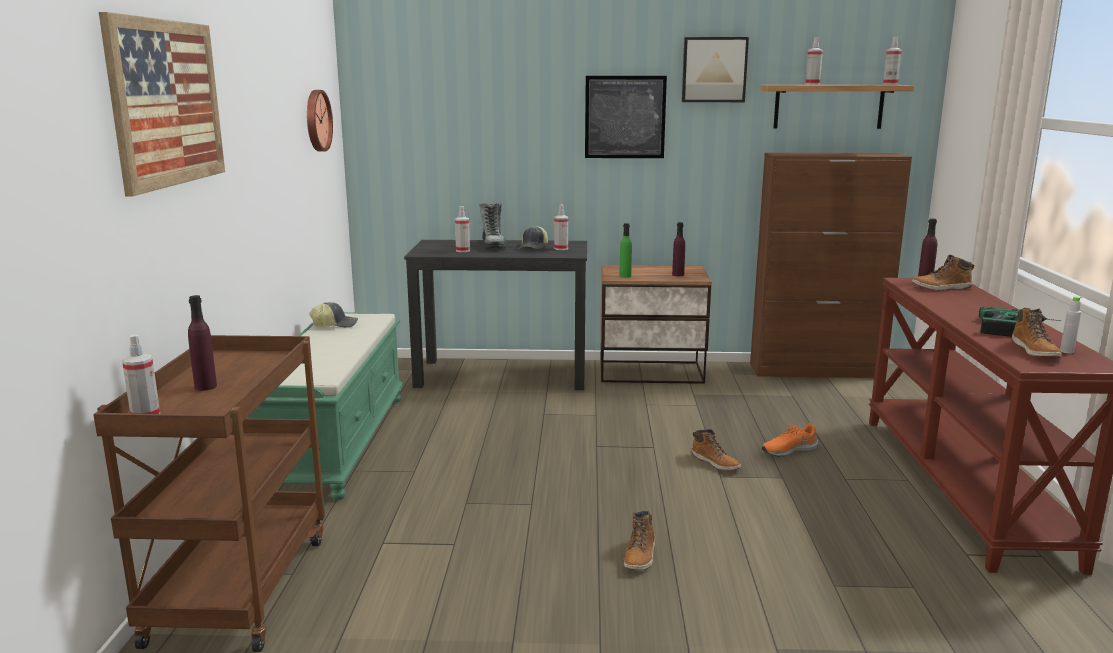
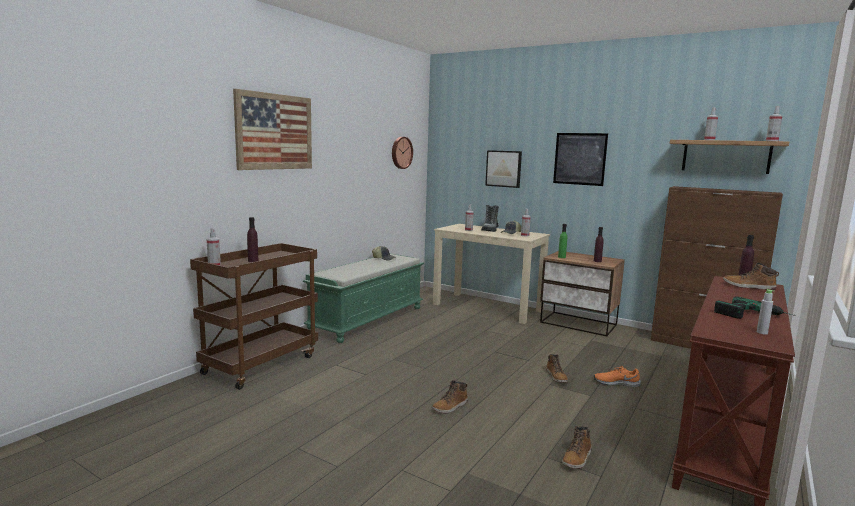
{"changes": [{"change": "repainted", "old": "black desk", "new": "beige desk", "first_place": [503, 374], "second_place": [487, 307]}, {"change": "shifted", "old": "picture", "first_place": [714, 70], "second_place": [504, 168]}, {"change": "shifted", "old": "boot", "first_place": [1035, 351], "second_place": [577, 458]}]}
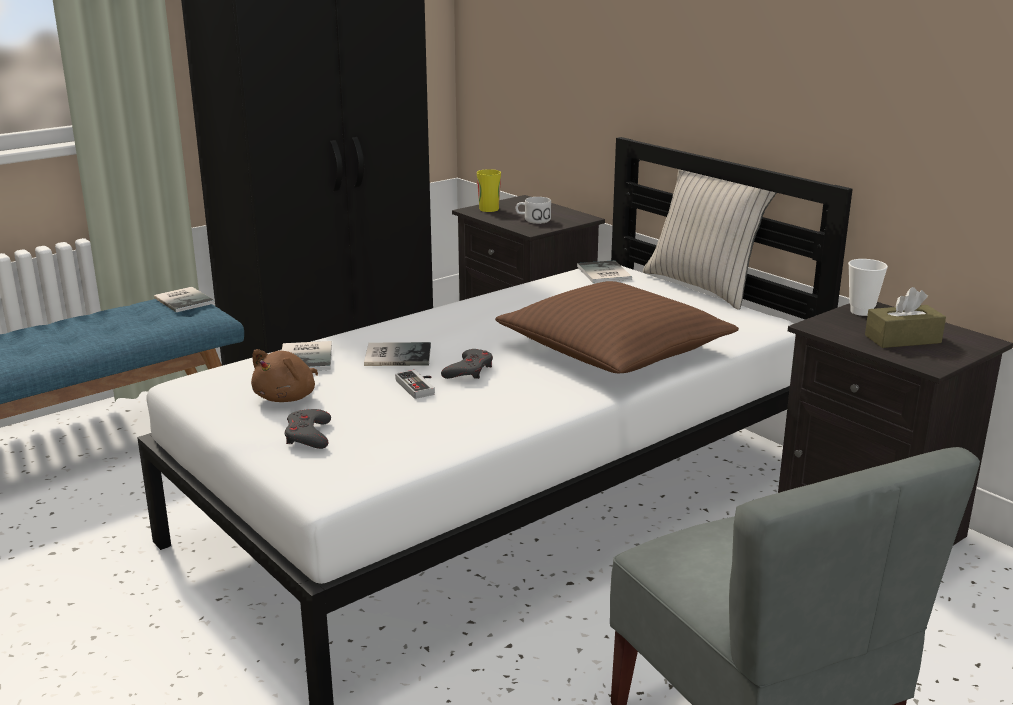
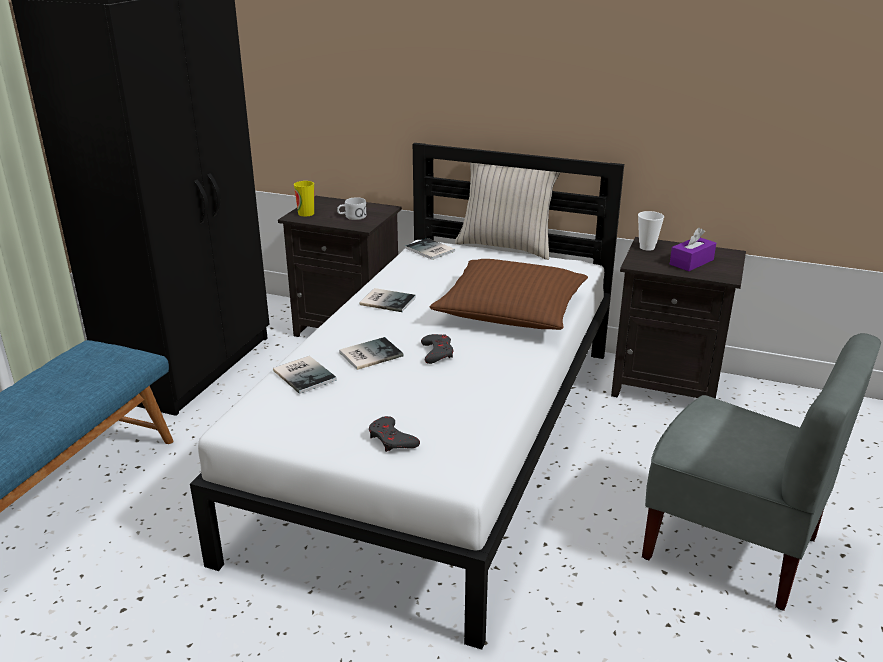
{"changes": [{"change": "shifted", "old": "book", "first_place": [185, 300], "second_place": [387, 300]}, {"change": "gone", "old": "brown plush toy", "first_place": [287, 397]}, {"change": "gone", "old": "game controller", "first_place": [419, 386]}, {"change": "repainted", "old": "brown tissue box", "new": "purple tissue box", "first_place": [902, 339], "second_place": [691, 262]}]}
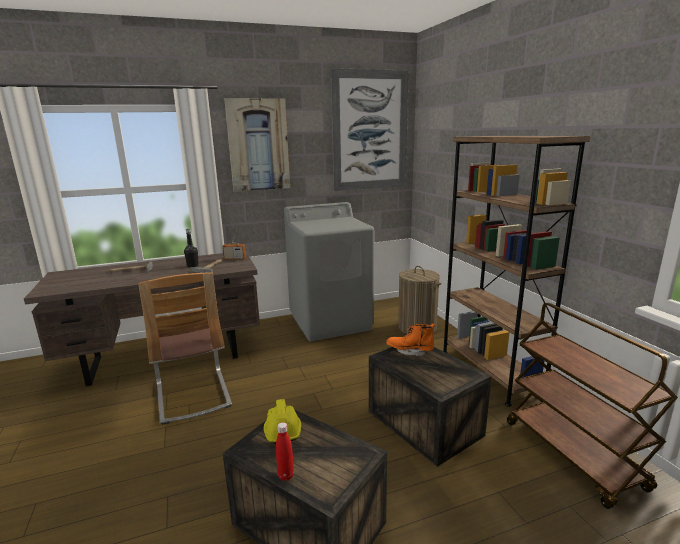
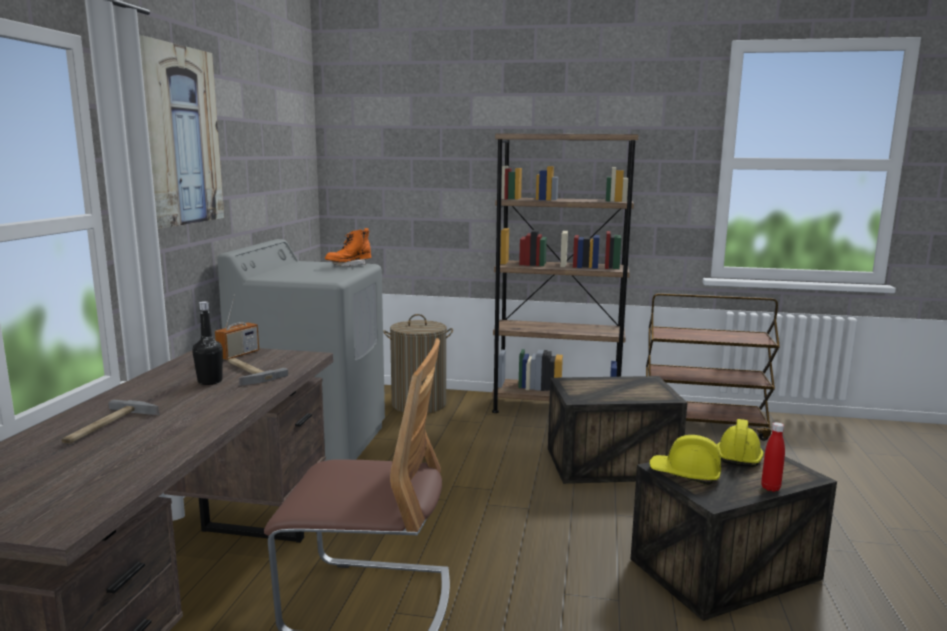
{"changes": [{"change": "gone", "old": "picture", "first_place": [370, 131]}, {"change": "shifted", "old": "orange boot", "first_place": [410, 351], "second_place": [349, 266]}, {"change": "new", "new": "yellow hard hat", "second_place": [738, 455]}]}
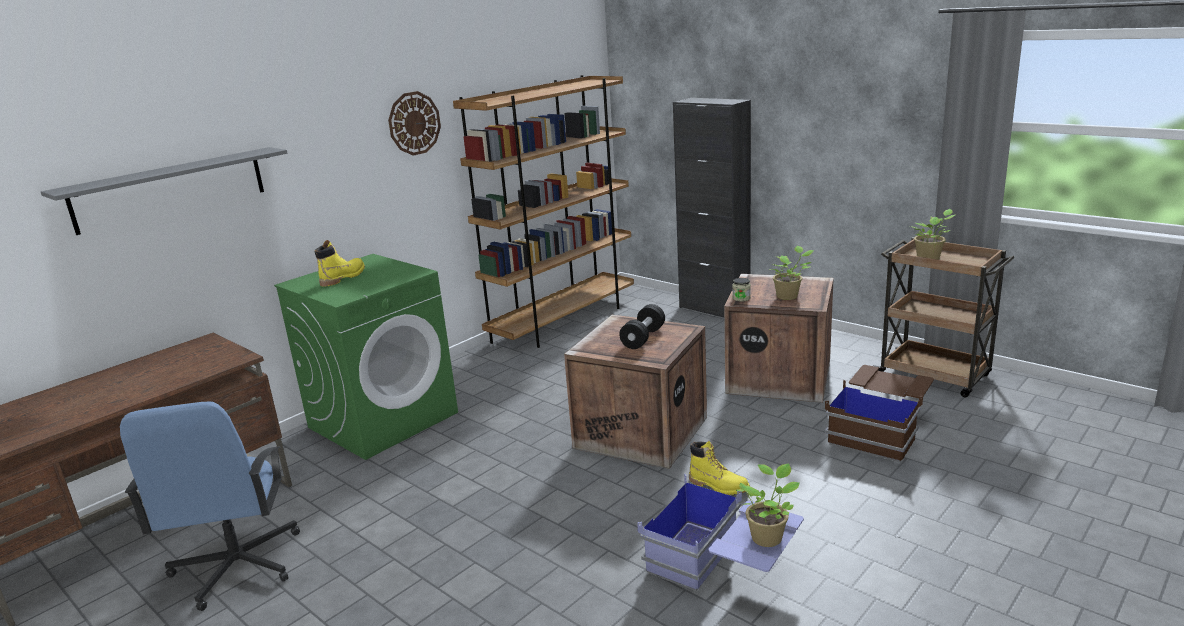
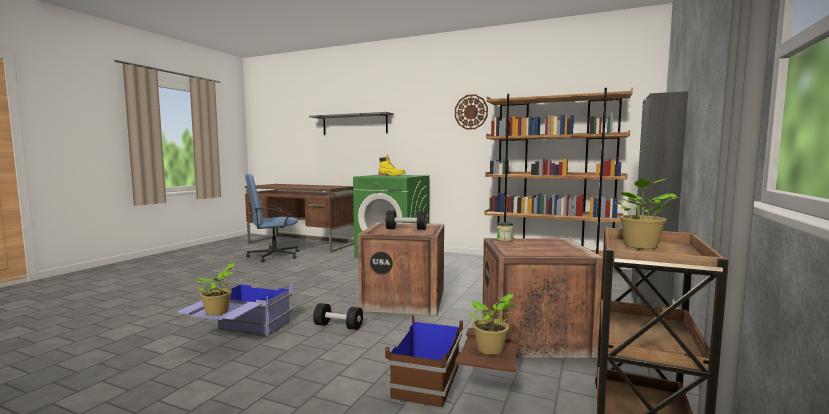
{"changes": [{"change": "swapped", "old": "yellow boot", "new": "black dumbbell", "first_place": [718, 486], "second_place": [338, 326]}, {"change": "shifted", "old": "potted plant", "first_place": [789, 296], "second_place": [491, 350]}]}
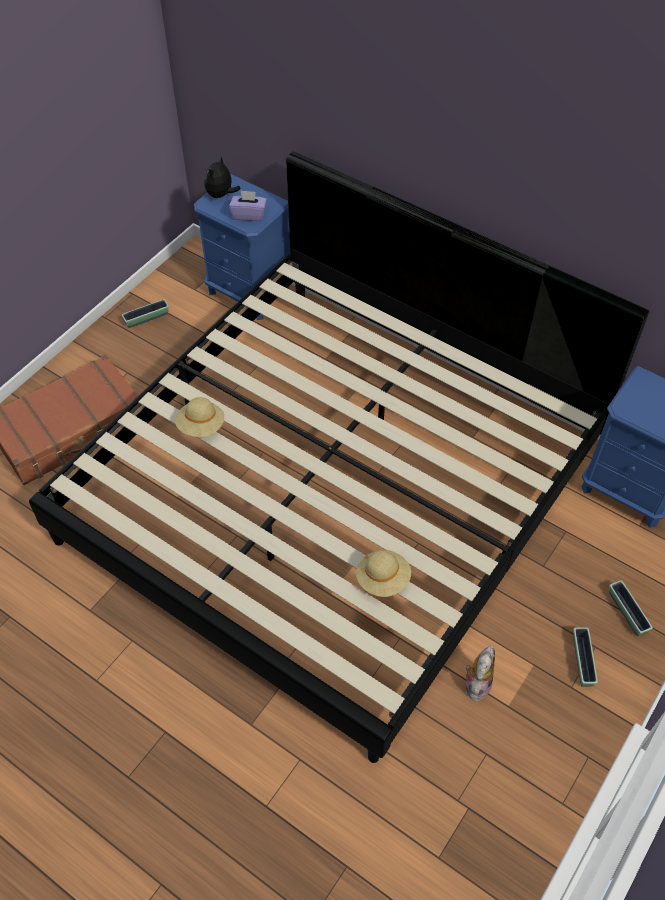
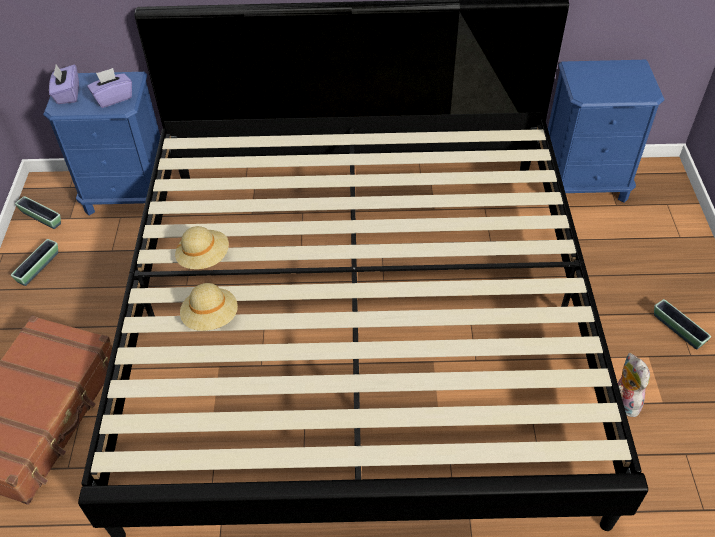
{"changes": [{"change": "swapped", "old": "plush toy", "new": "purple tissue box", "first_place": [221, 195], "second_place": [67, 94]}, {"change": "shifted", "old": "beige hat", "first_place": [383, 579], "second_place": [204, 258]}, {"change": "shifted", "old": "planter", "first_place": [627, 612], "second_place": [41, 218]}]}
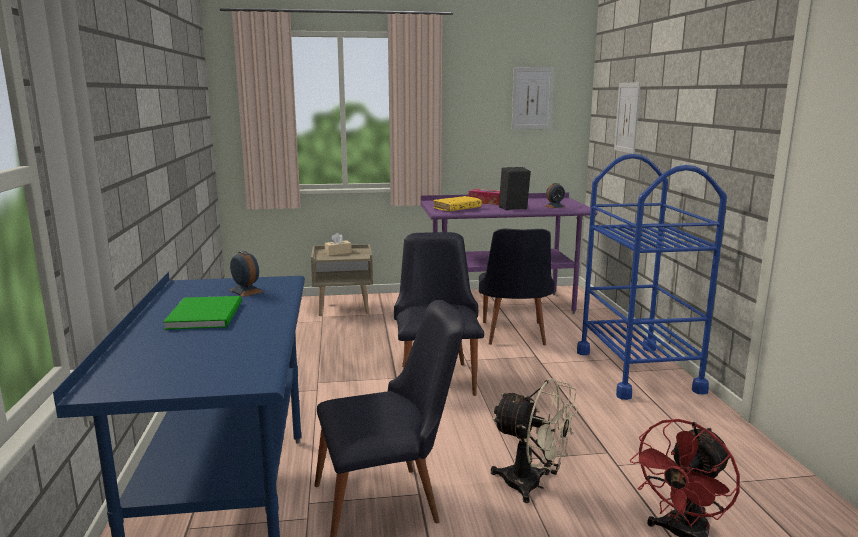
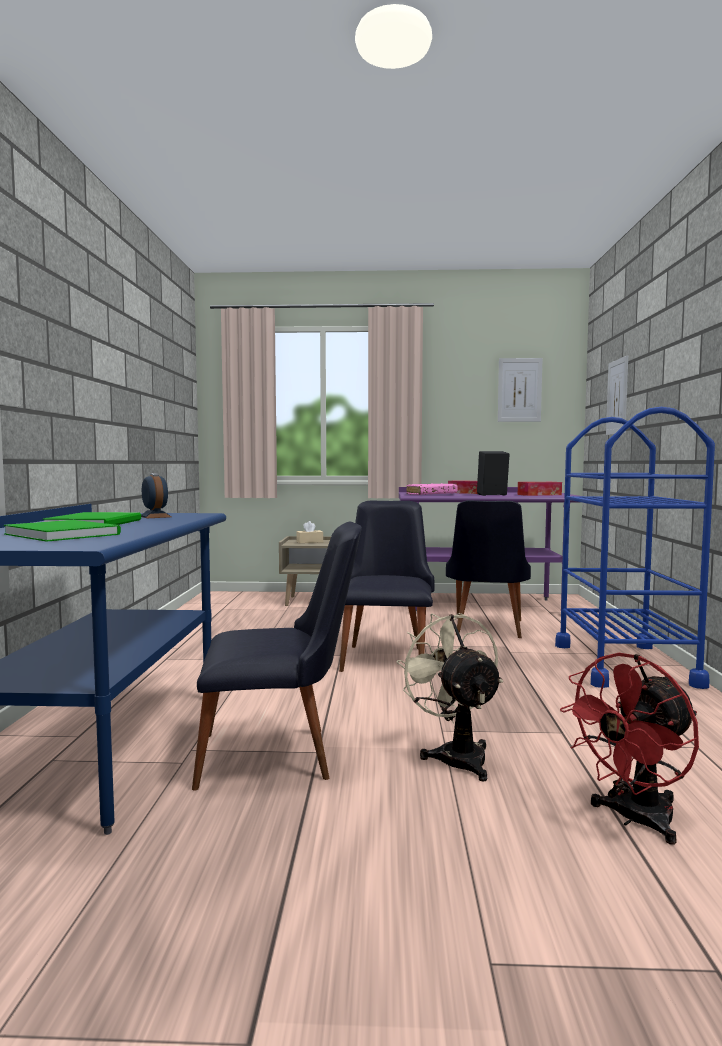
{"changes": [{"change": "repainted", "old": "yellow book", "new": "pink book", "first_place": [457, 209], "second_place": [431, 494]}, {"change": "rotated", "old": "beige fan", "first_place": [532, 485], "second_place": [456, 755], "degrees": -150}, {"change": "swapped", "old": "alarm clock", "new": "tissue box", "first_place": [554, 206], "second_place": [539, 495]}, {"change": "new", "new": "green book", "second_place": [63, 534]}]}
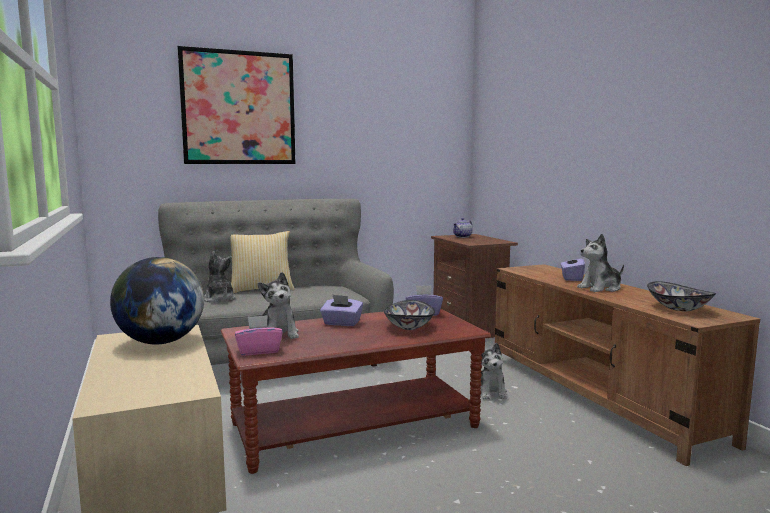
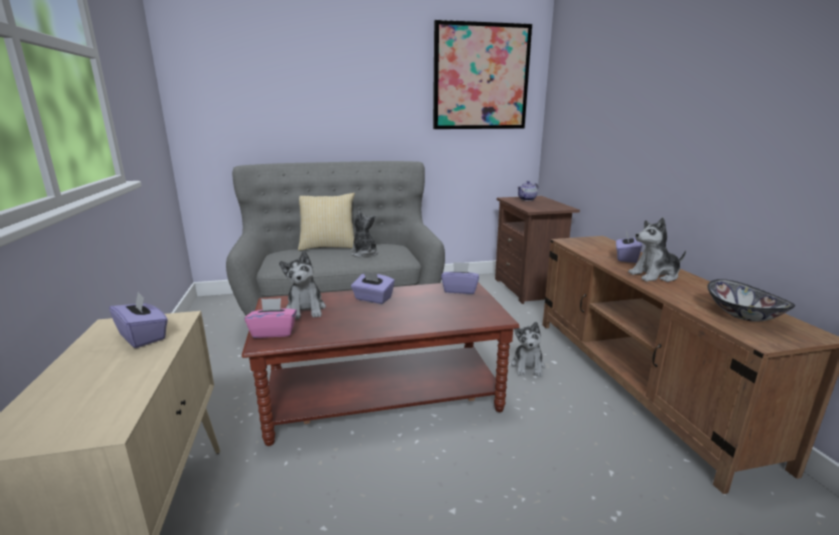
{"changes": [{"change": "swapped", "old": "globe", "new": "purple tissue box", "first_place": [160, 342], "second_place": [143, 336]}, {"change": "shifted", "old": "picture", "first_place": [238, 108], "second_place": [481, 77]}, {"change": "shifted", "old": "plush toy", "first_place": [219, 299], "second_place": [364, 253]}, {"change": "gone", "old": "bowl", "first_place": [408, 326]}]}
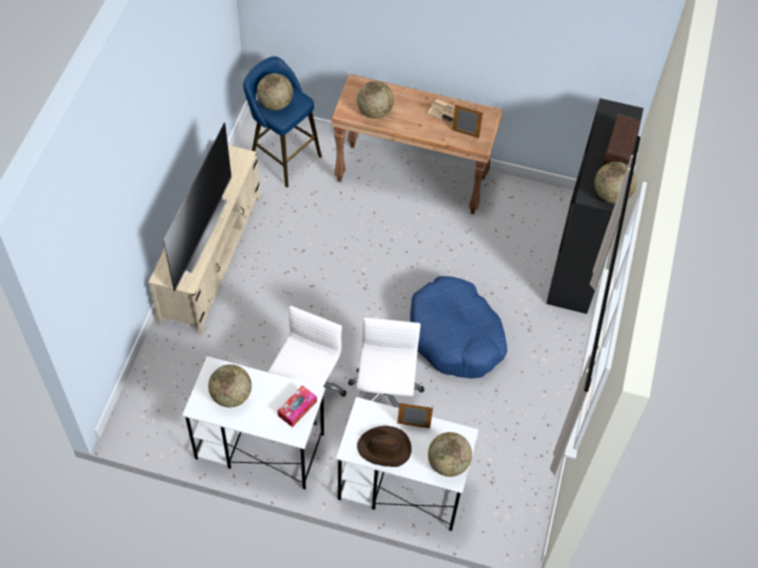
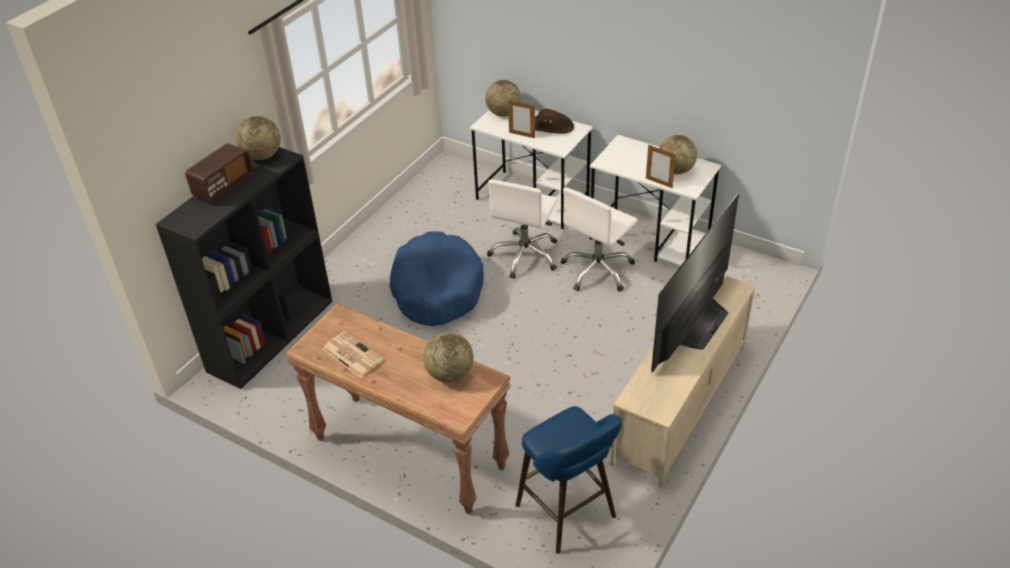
{"changes": [{"change": "gone", "old": "globe", "first_place": [275, 104]}, {"change": "gone", "old": "tissue box", "first_place": [297, 409]}, {"change": "shifted", "old": "picture frame", "first_place": [465, 134], "second_place": [659, 183]}]}
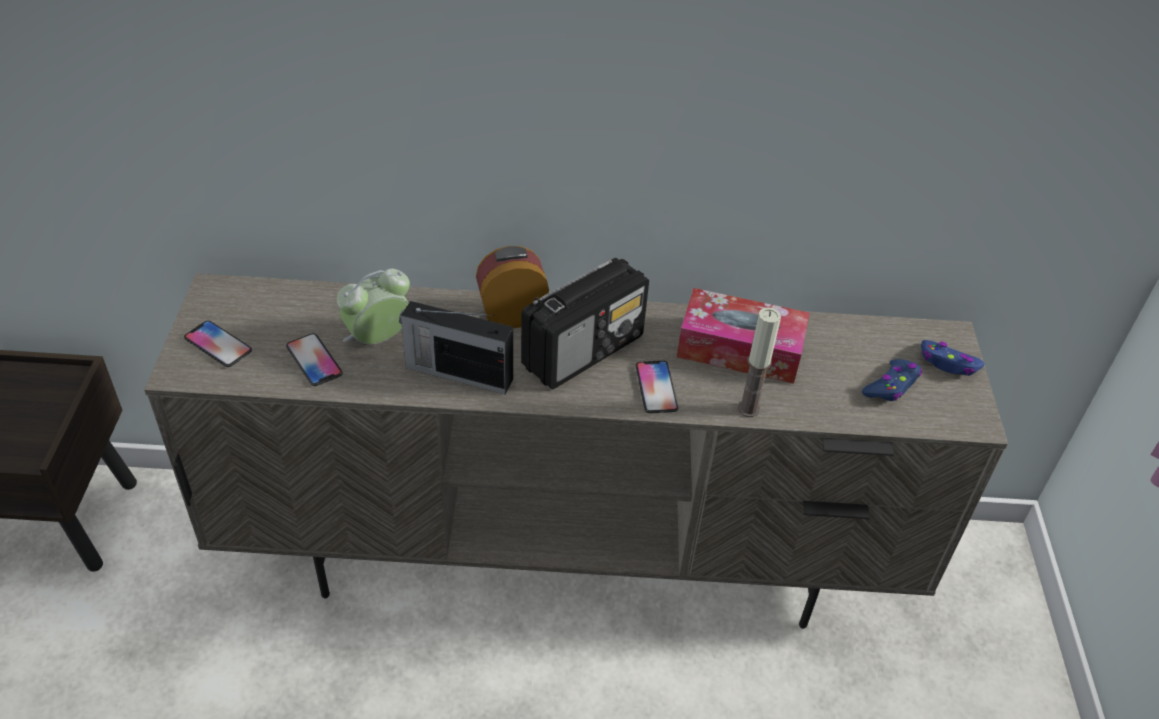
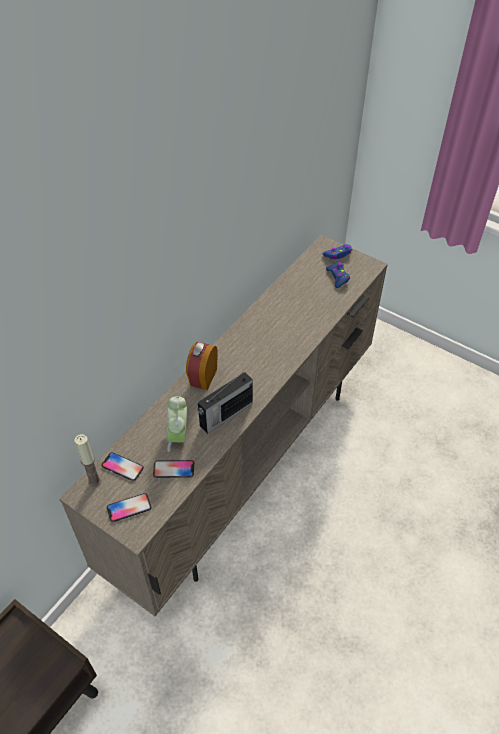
{"changes": [{"change": "gone", "old": "radio", "first_place": [584, 350]}, {"change": "shifted", "old": "phone", "first_place": [656, 388], "second_place": [122, 467]}, {"change": "gone", "old": "tissue box", "first_place": [740, 349]}, {"change": "shifted", "old": "candle", "first_place": [748, 409], "second_place": [94, 481]}]}
